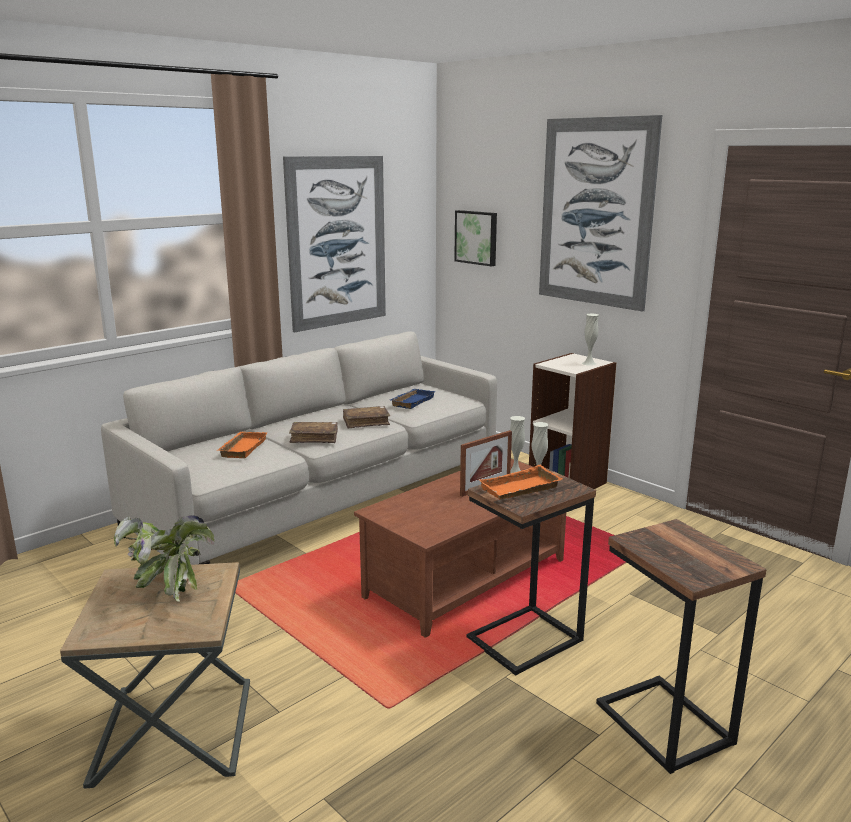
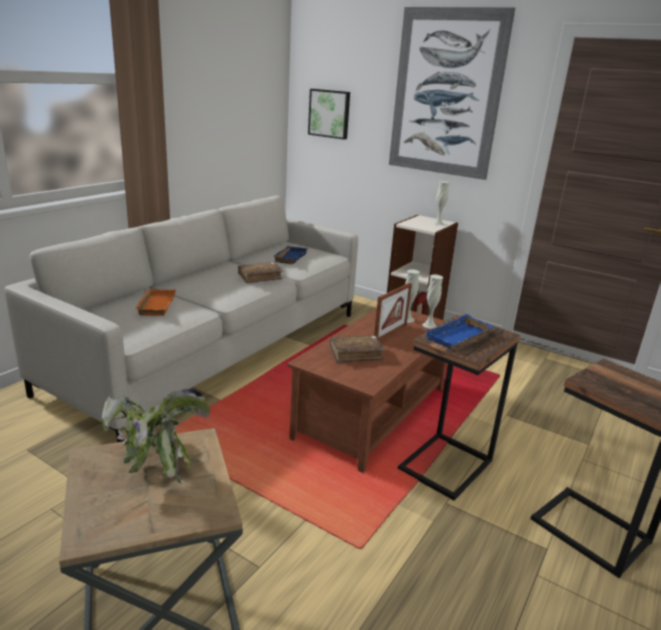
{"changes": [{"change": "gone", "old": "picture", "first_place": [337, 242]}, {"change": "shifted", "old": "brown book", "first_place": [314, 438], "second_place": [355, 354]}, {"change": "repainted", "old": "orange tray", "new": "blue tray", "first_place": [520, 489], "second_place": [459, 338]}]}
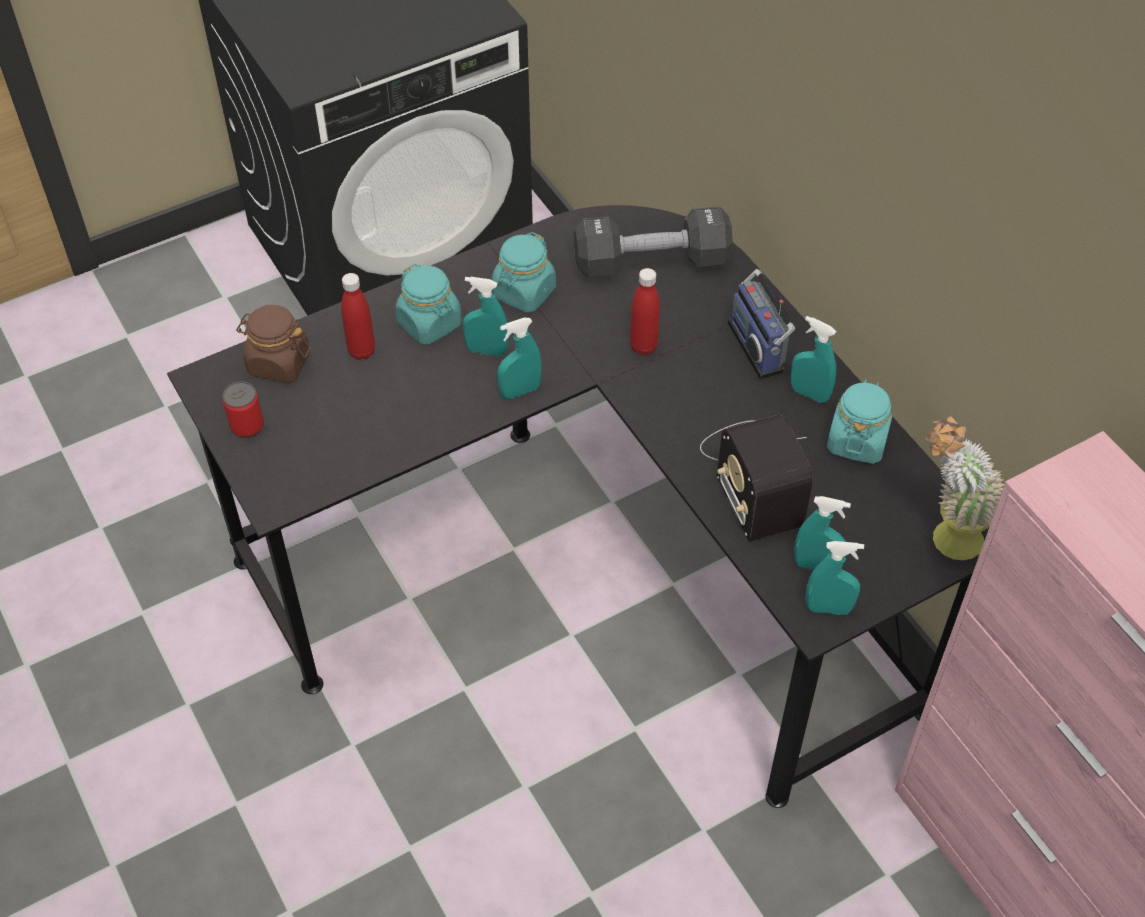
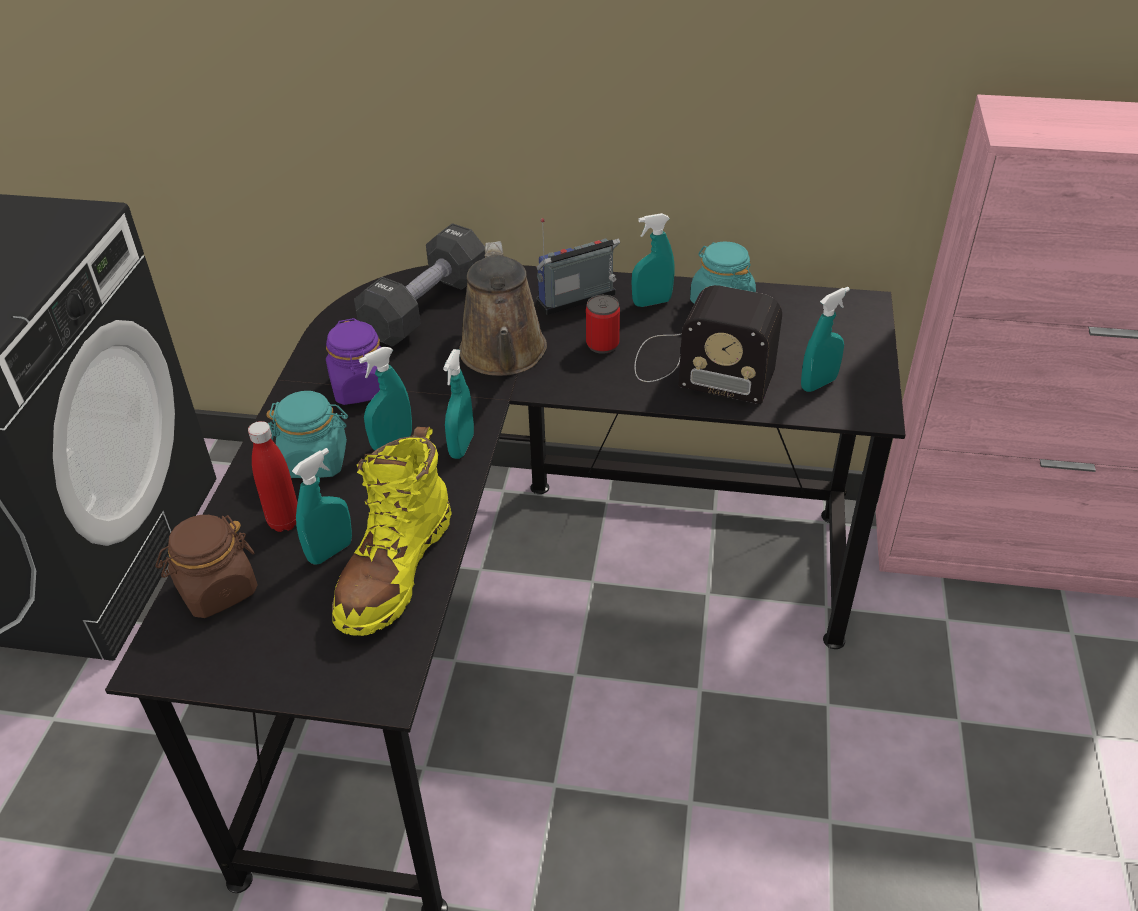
{"changes": [{"change": "shifted", "old": "can", "first_place": [247, 426], "second_place": [602, 344]}, {"change": "repainted", "old": "turquoise jar", "new": "purple jar", "first_place": [524, 293], "second_place": [361, 388]}, {"change": "swapped", "old": "red bottle", "new": "brown watering can", "first_place": [643, 346], "second_place": [504, 355]}, {"change": "rotated", "old": "radio", "first_place": [759, 346], "second_place": [578, 301], "degrees": 135}, {"change": "shifted", "old": "turquoise spray bottle", "first_place": [828, 608], "second_place": [330, 551]}, {"change": "gone", "old": "potted plant", "first_place": [944, 540]}, {"change": "new", "new": "yellow boot", "second_place": [395, 569]}]}
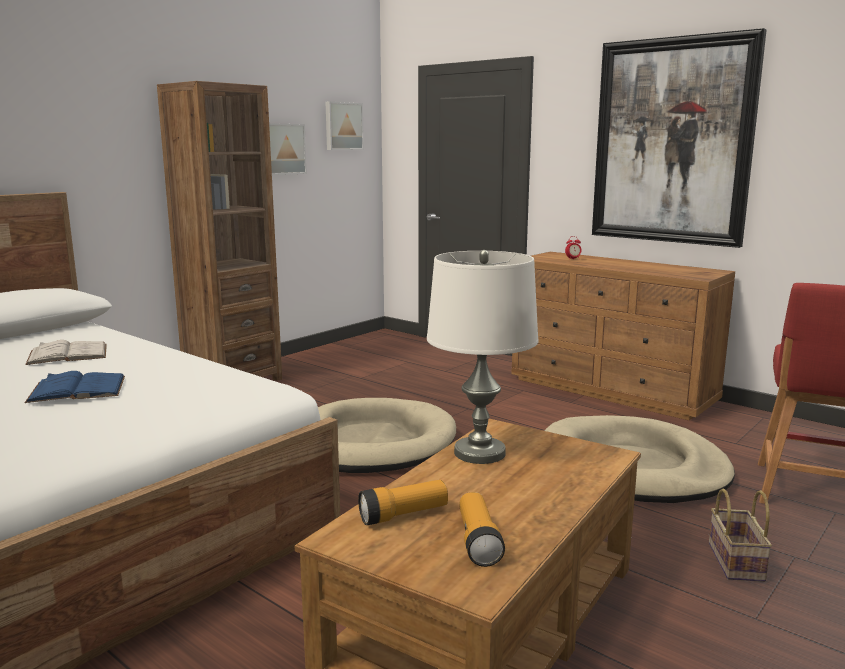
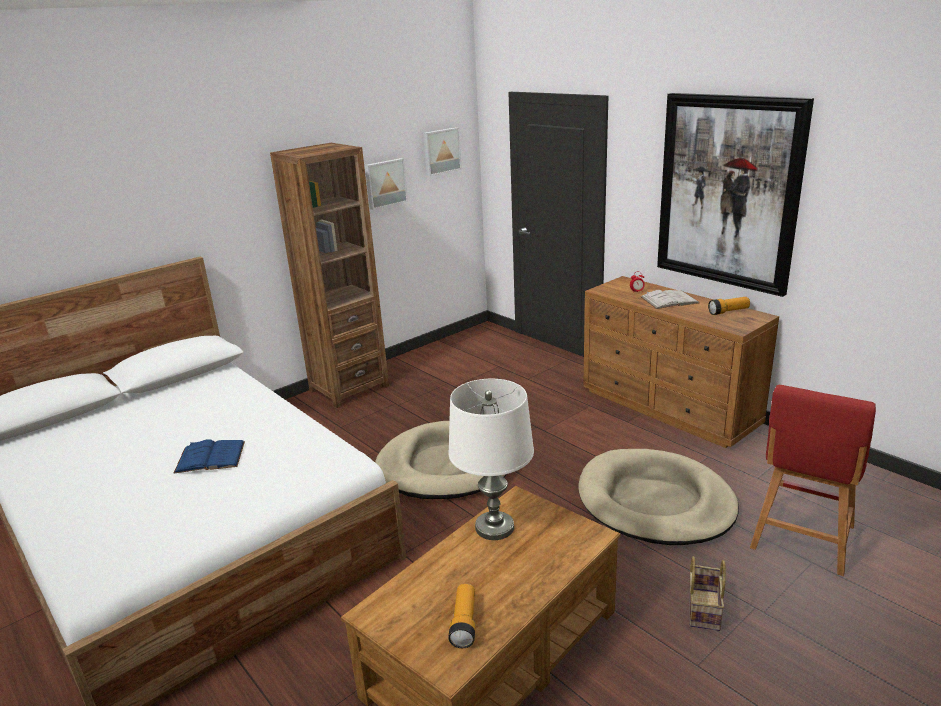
{"changes": [{"change": "shifted", "old": "white book", "first_place": [68, 354], "second_place": [669, 300]}, {"change": "shifted", "old": "flashlight", "first_place": [403, 515], "second_place": [728, 312]}]}
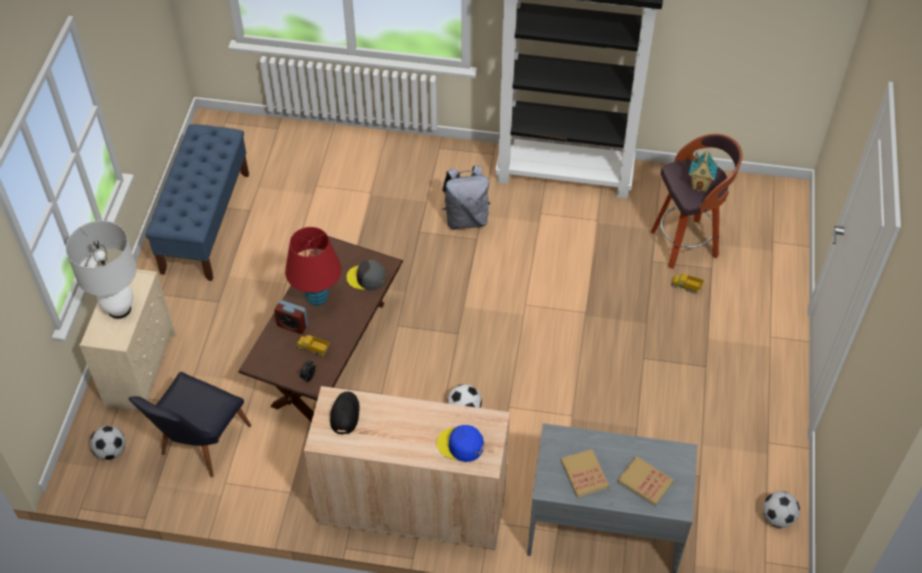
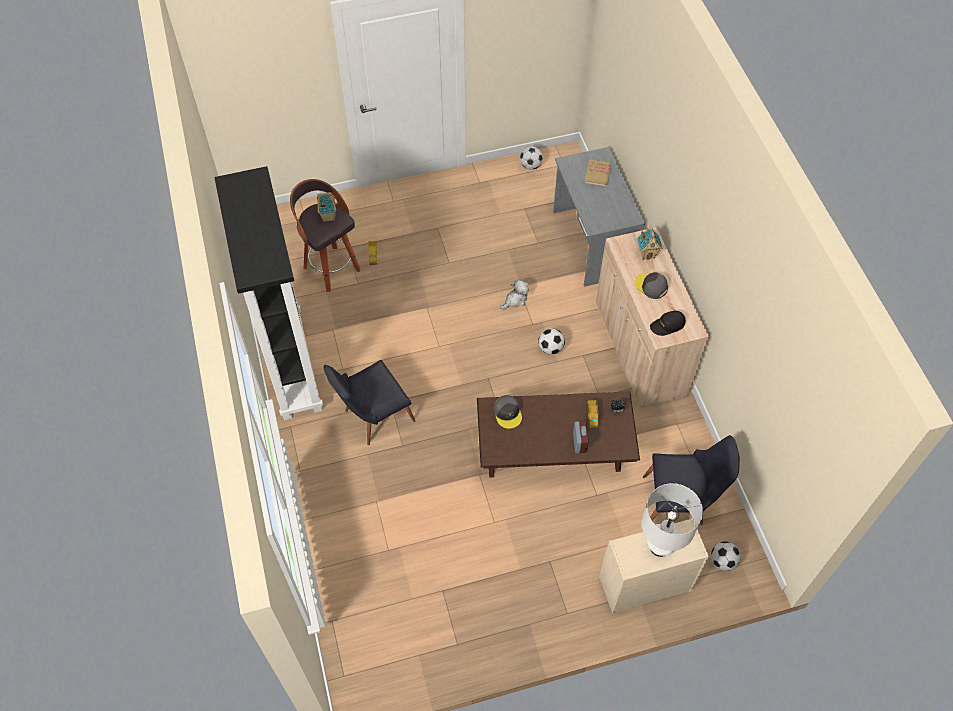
{"changes": [{"change": "gone", "old": "blue bench", "first_place": [206, 222]}, {"change": "gone", "old": "red table lamp", "first_place": [317, 298]}, {"change": "swapped", "old": "blue cap", "new": "toy house", "first_place": [460, 445], "second_place": [647, 254]}, {"change": "swapped", "old": "grey backpack", "new": "black chair", "first_place": [466, 218], "second_place": [372, 417]}, {"change": "gone", "old": "book", "first_place": [584, 474]}, {"change": "new", "new": "plush toy", "second_place": [515, 299]}, {"change": "new", "new": "grey cap", "second_place": [651, 286]}]}
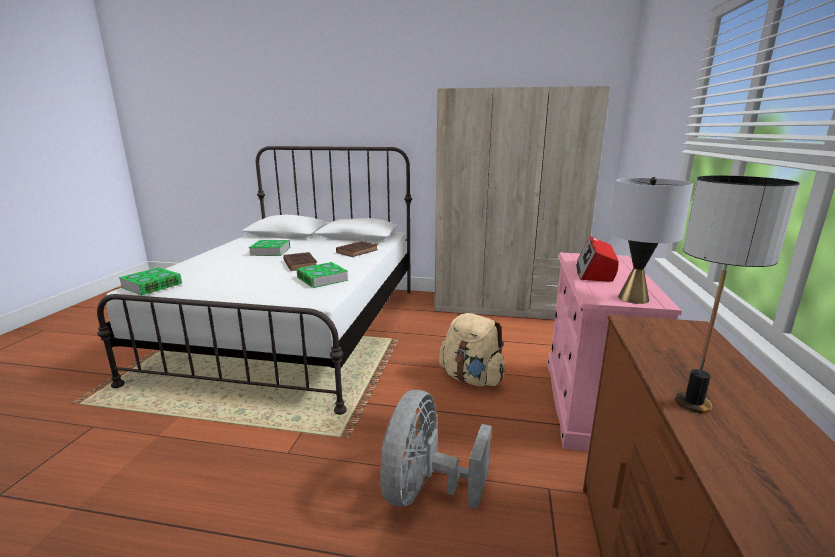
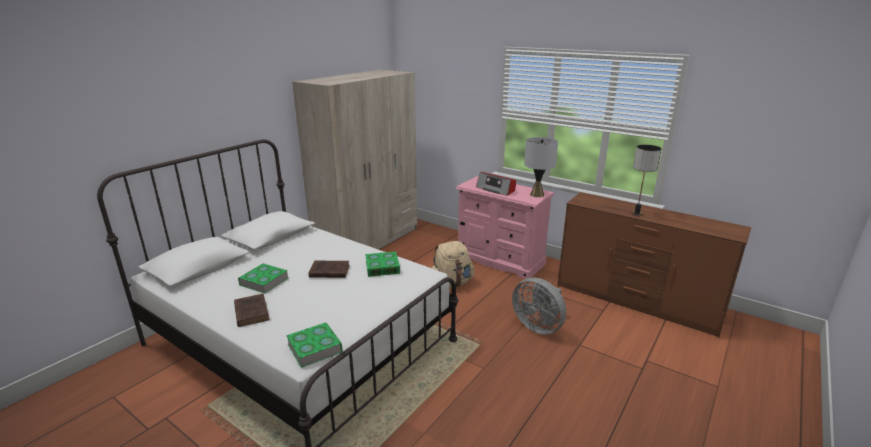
{"changes": [{"change": "shifted", "old": "brown book", "first_place": [358, 251], "second_place": [251, 312]}]}
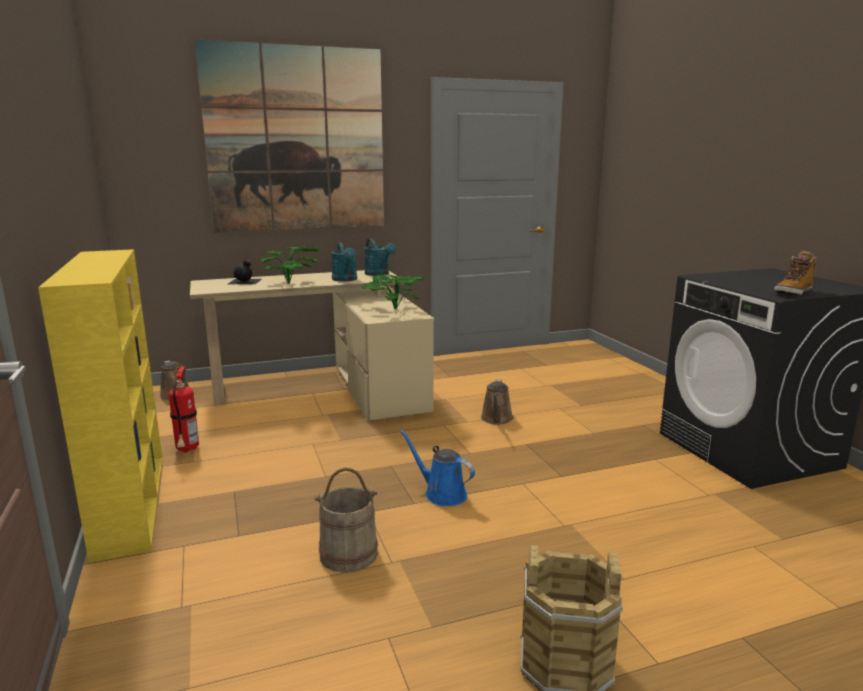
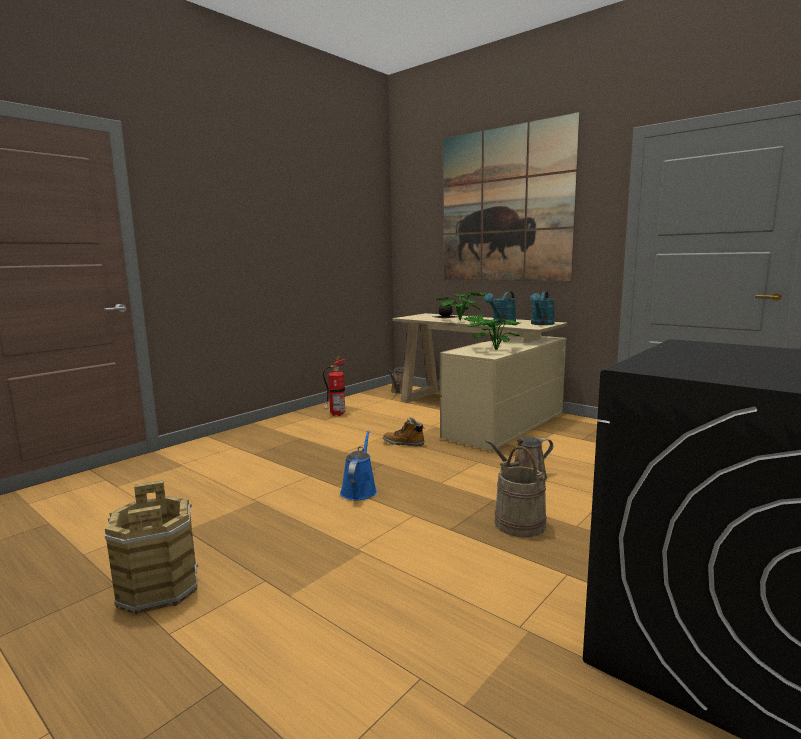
{"changes": [{"change": "gone", "old": "yellow bookcase", "first_place": [130, 502]}, {"change": "shifted", "old": "beige bucket", "first_place": [348, 554], "second_place": [519, 524]}, {"change": "shifted", "old": "boot", "first_place": [793, 292], "second_place": [404, 443]}]}
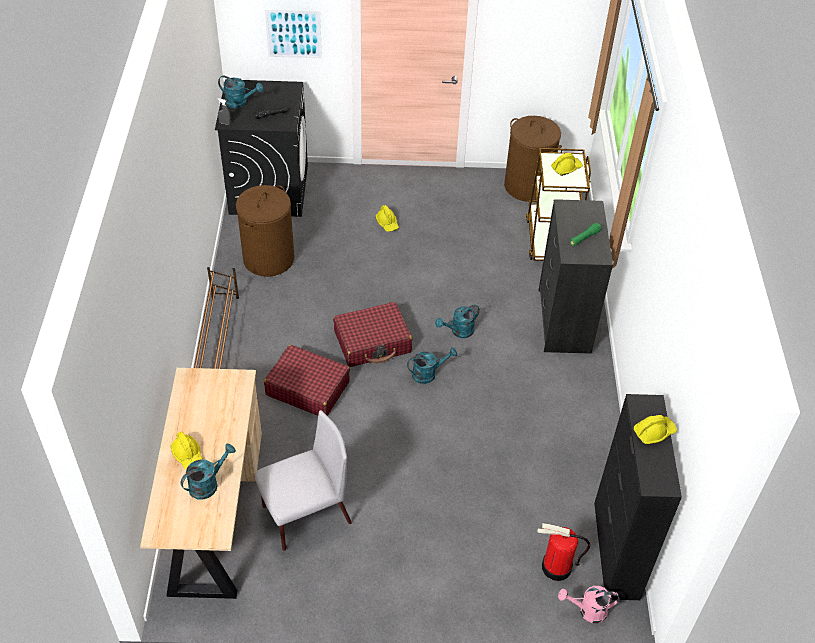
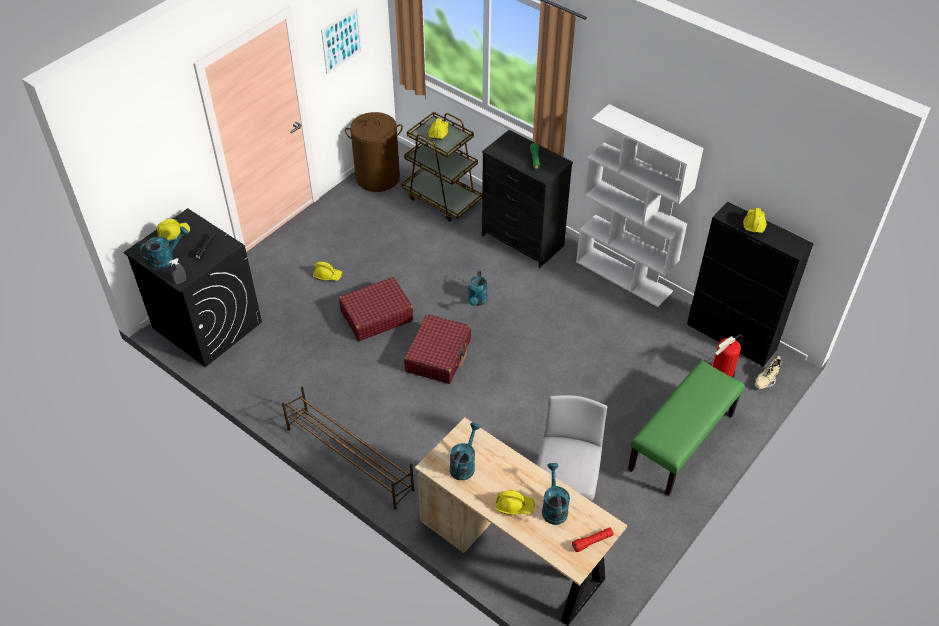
{"changes": [{"change": "gone", "old": "brown laundry basket", "first_place": [268, 258]}, {"change": "shifted", "old": "red suitcase", "first_place": [307, 388], "second_place": [376, 316]}, {"change": "shifted", "old": "picture", "first_place": [293, 33], "second_place": [341, 40]}, {"change": "shifted", "old": "turquoise watering can", "first_place": [428, 373], "second_place": [464, 464]}, {"change": "swapped", "old": "pink watering can", "new": "beige boot", "first_place": [587, 611], "second_place": [765, 381]}, {"change": "new", "new": "yellow hard hat", "second_place": [174, 234]}, {"change": "new", "new": "red flashlight", "second_place": [592, 542]}, {"change": "new", "new": "white bookcase", "second_place": [624, 276]}, {"change": "new", "new": "green bench", "second_place": [682, 443]}]}
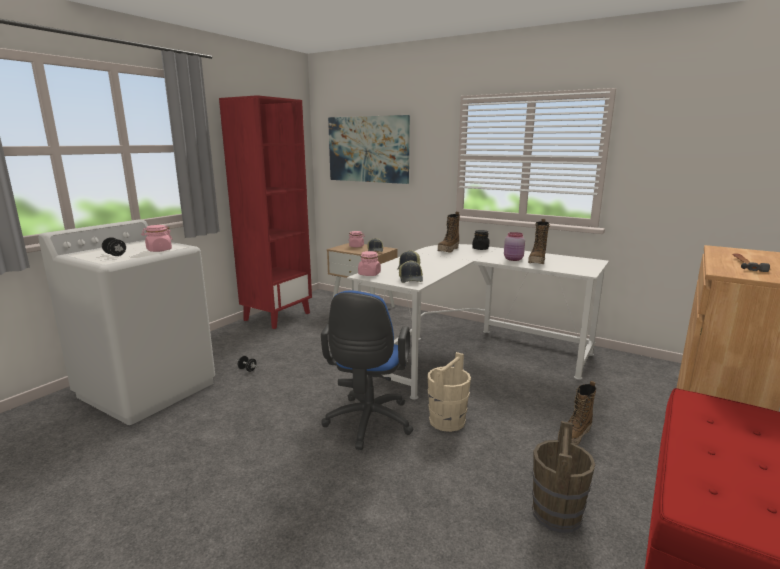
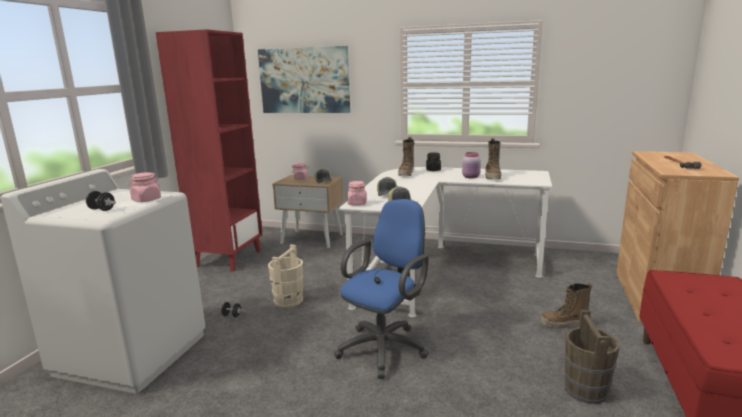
{"changes": [{"change": "rotated", "old": "blue office chair", "first_place": [367, 424], "second_place": [385, 347], "degrees": -135}, {"change": "shifted", "old": "beige bucket", "first_place": [447, 421], "second_place": [288, 300]}, {"change": "rotated", "old": "boot", "first_place": [575, 436], "second_place": [564, 325], "degrees": 60}]}
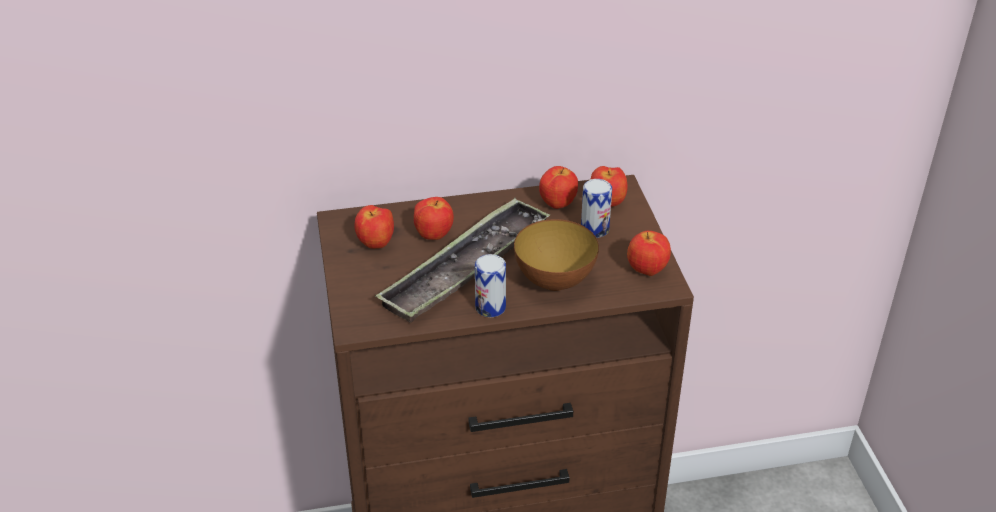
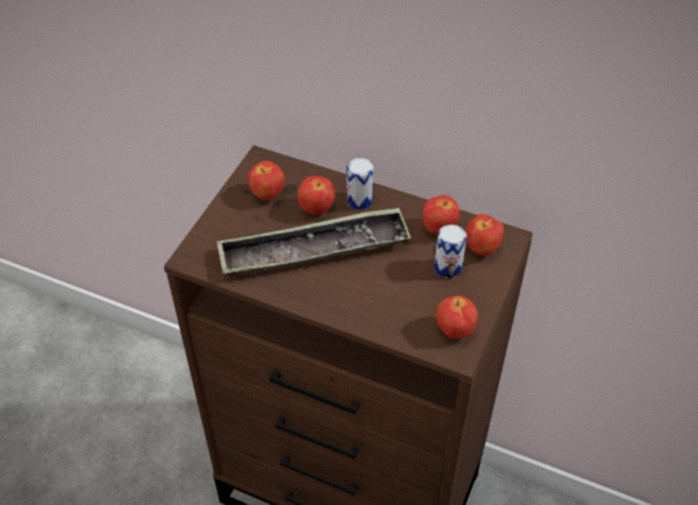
{"changes": [{"change": "shifted", "old": "can", "first_place": [490, 307], "second_place": [359, 200]}, {"change": "gone", "old": "bowl", "first_place": [554, 281]}]}
